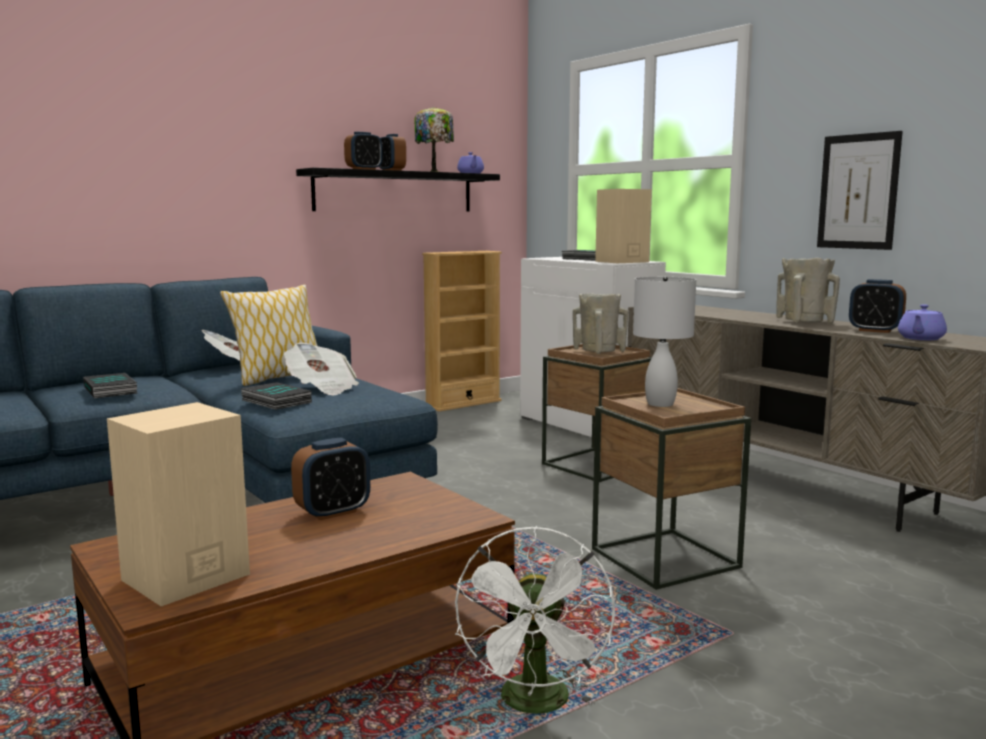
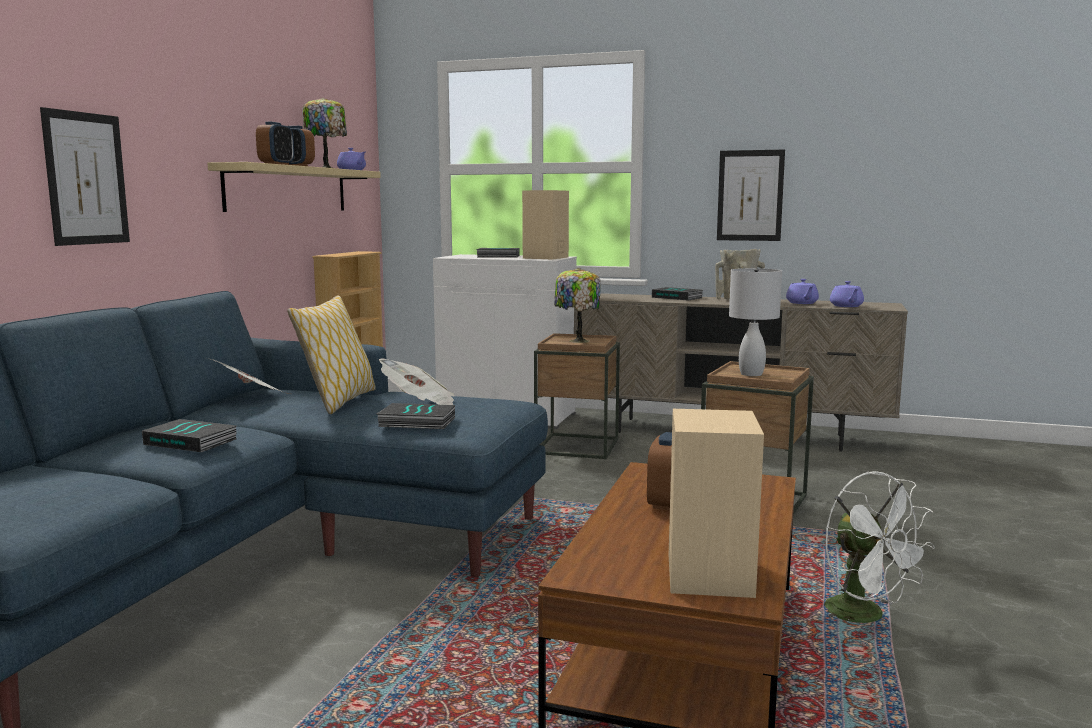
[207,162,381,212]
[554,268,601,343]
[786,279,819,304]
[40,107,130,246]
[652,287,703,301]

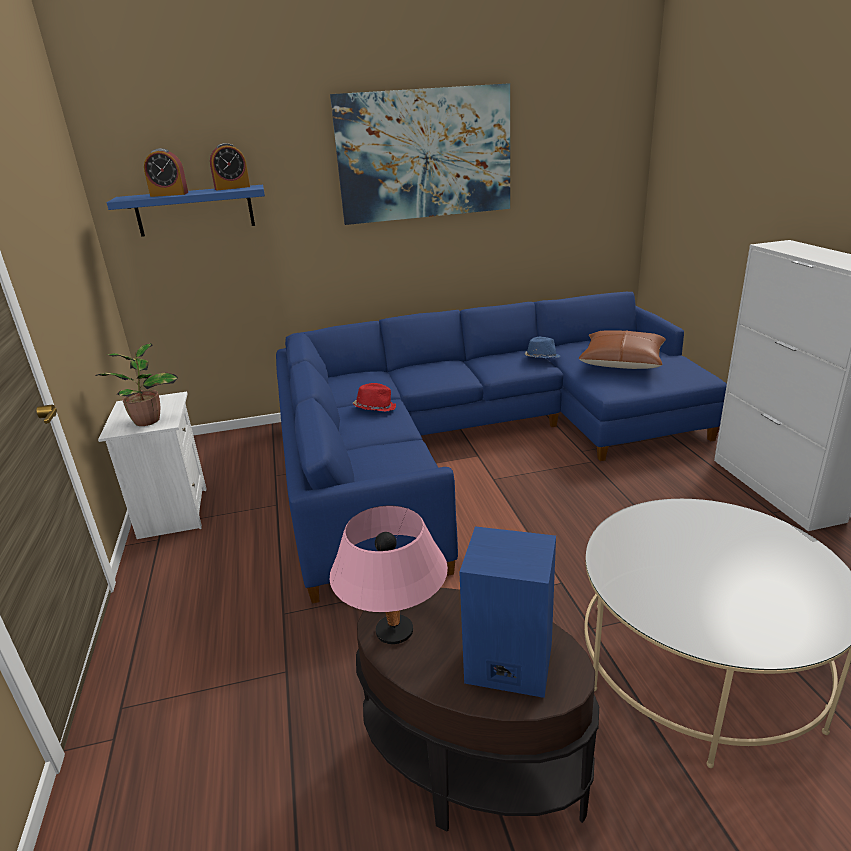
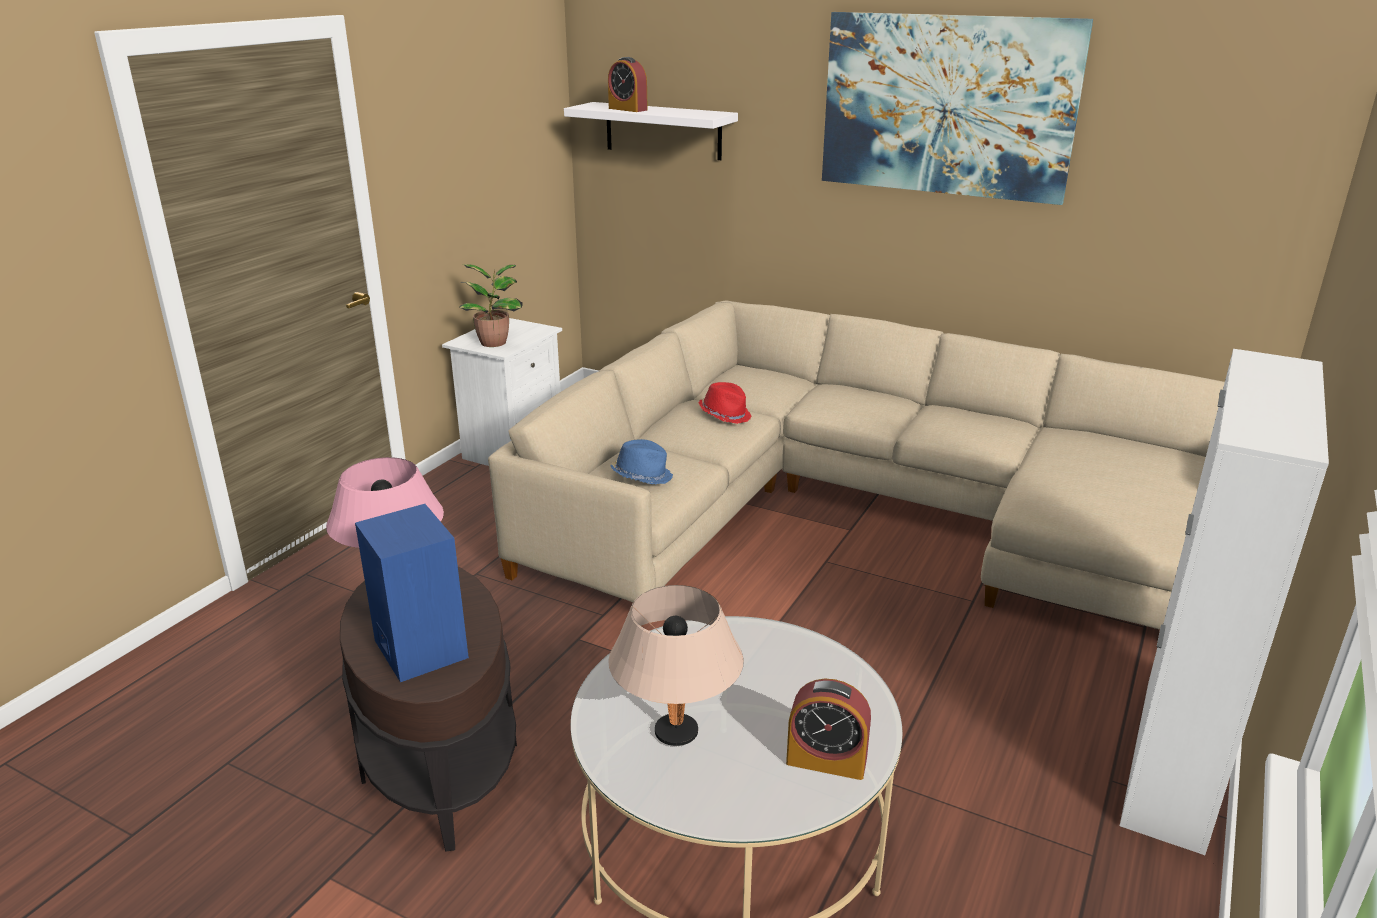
[564,102,738,160]
[786,679,871,780]
[488,301,1225,630]
[611,439,674,485]
[578,331,666,369] (first image)
[609,585,744,746]

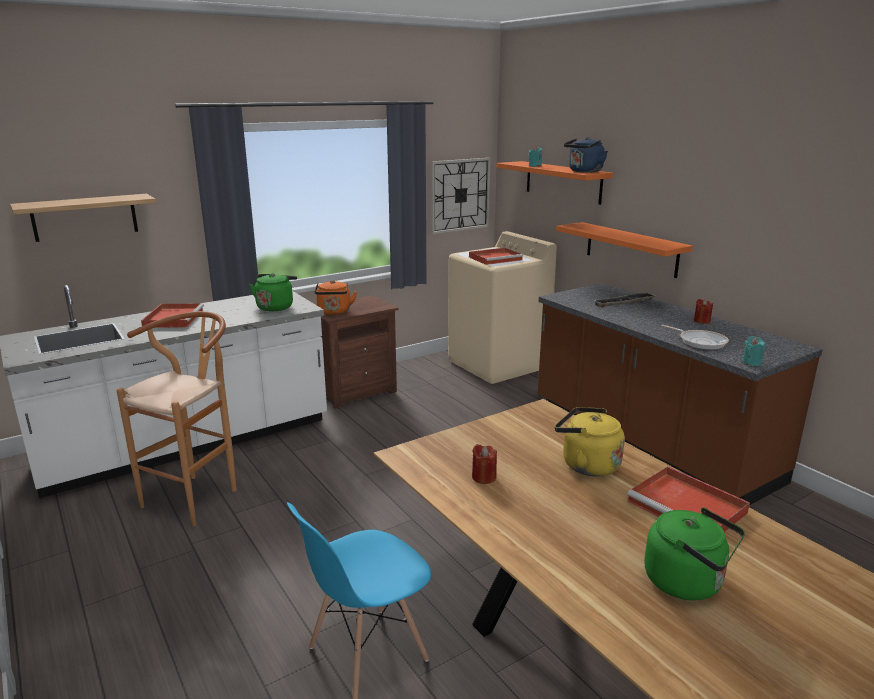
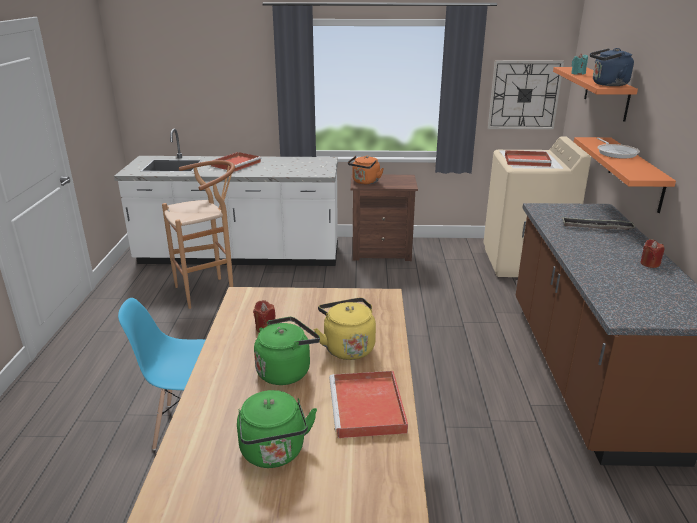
[10,194,156,242] (first image)
[254,317,320,385]
[596,138,640,159]
[742,336,765,366] (first image)

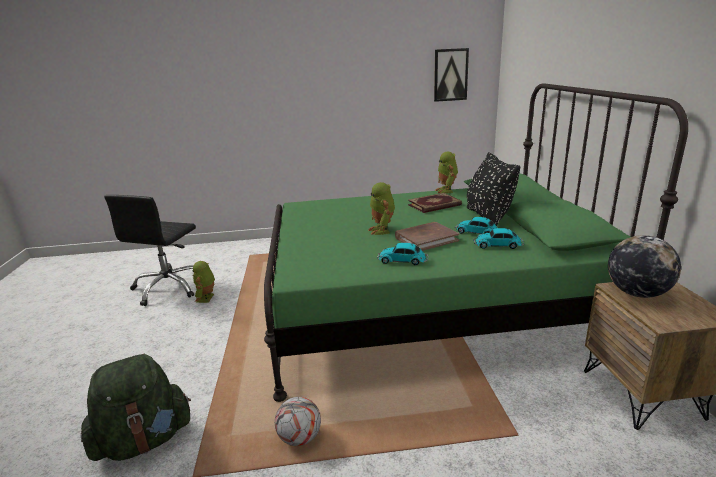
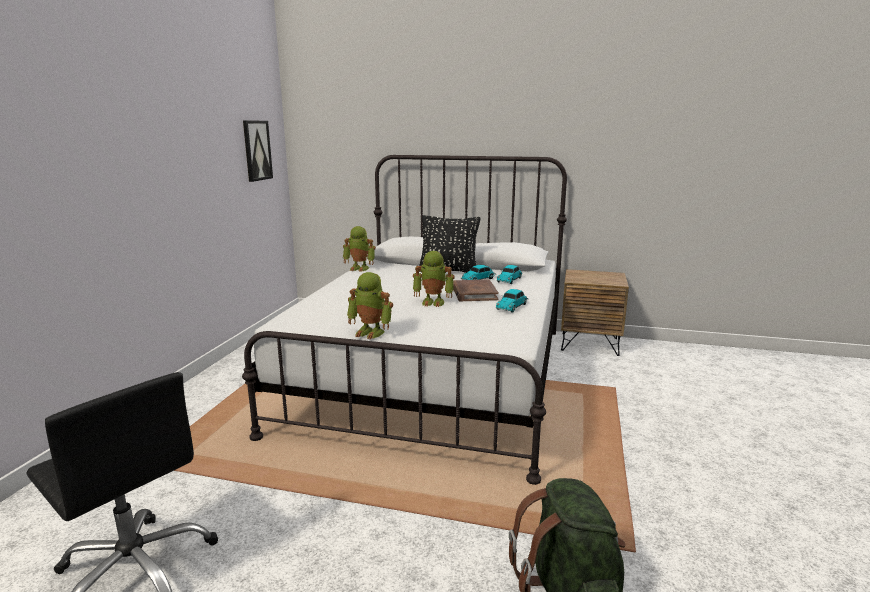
[347,272,393,339]
[242,155,567,485]
[275,397,321,446] (first image)
[408,193,462,213] (first image)
[608,235,681,298] (first image)

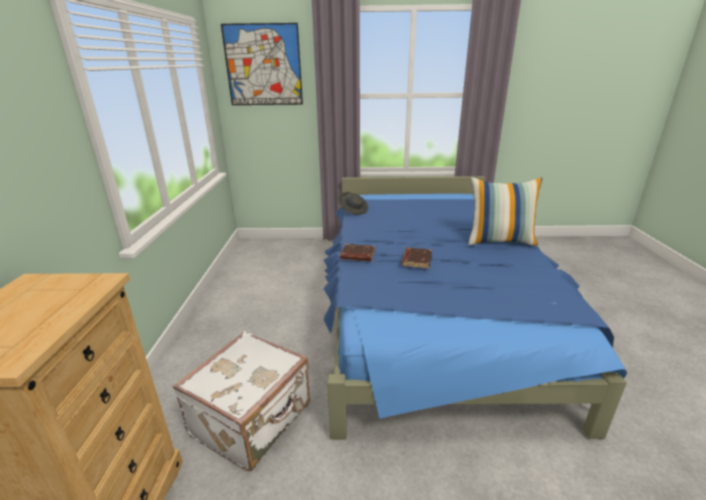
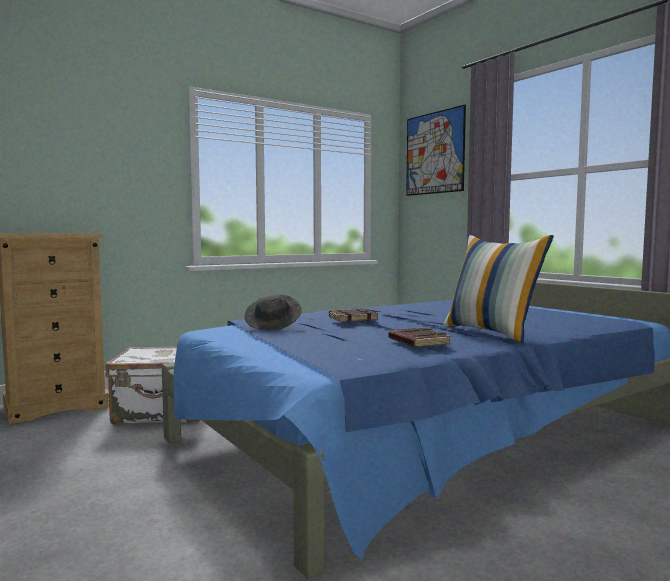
[244,294,302,330]
[388,327,451,348]

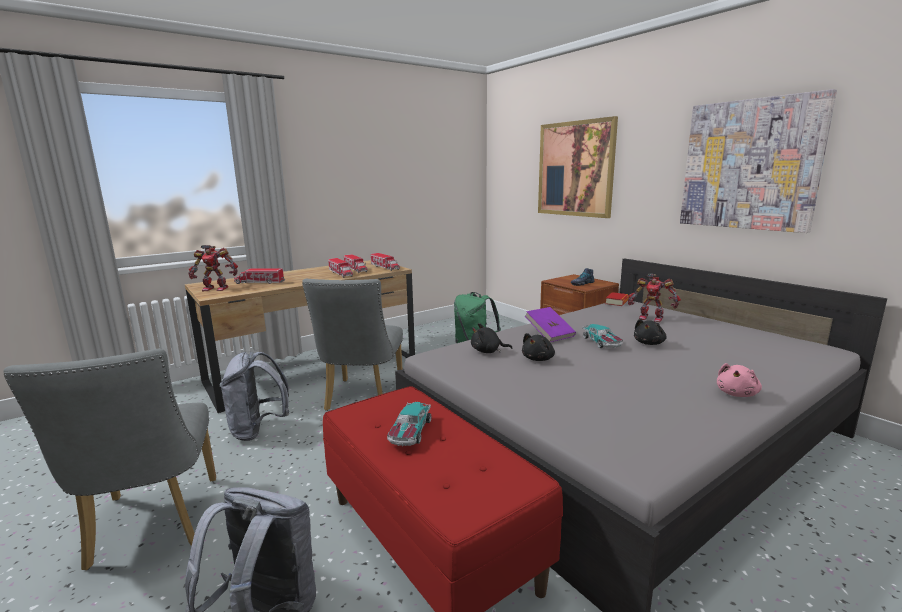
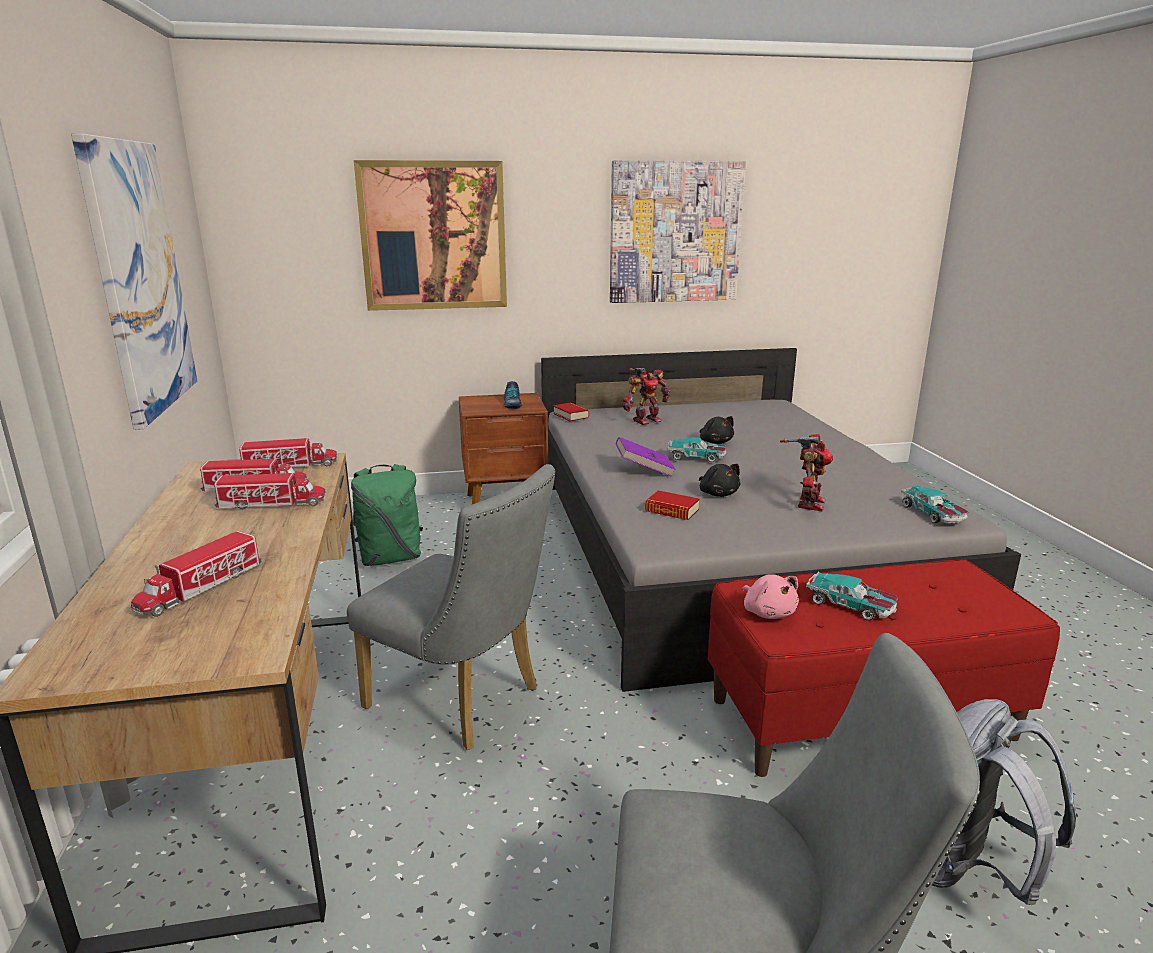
[780,434,833,511]
[220,352,289,441] (first image)
[645,490,699,520]
[742,574,799,619]
[71,133,197,430]
[901,486,969,524]

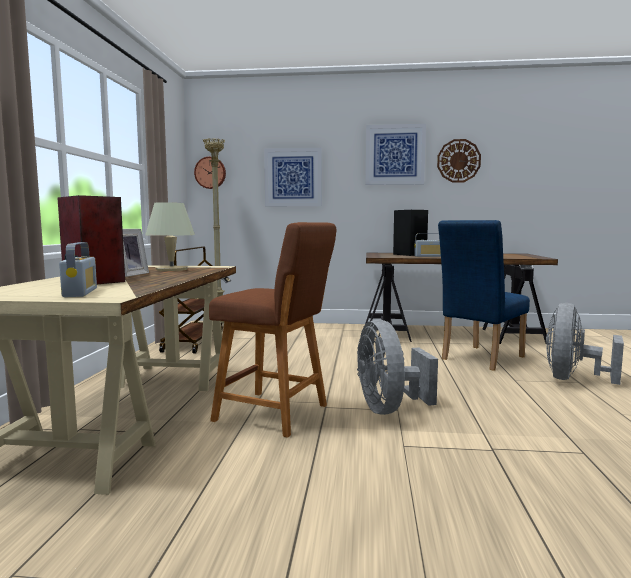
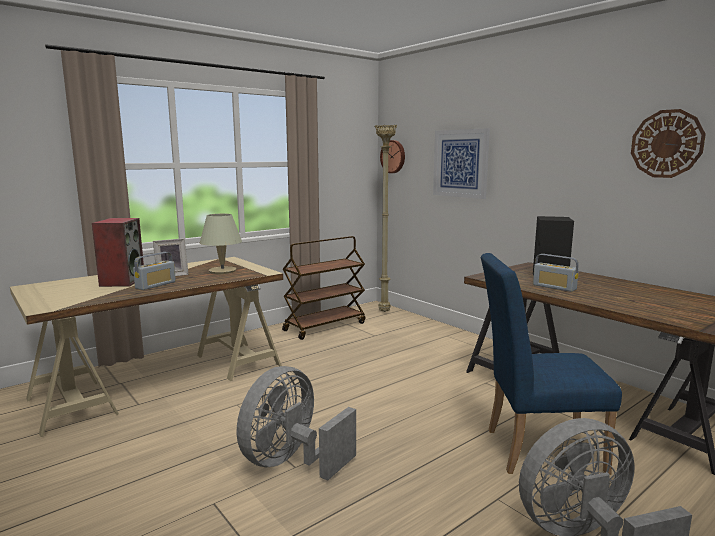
[133,252,176,290]
[209,222,336,438] (first image)
[366,124,426,185] (first image)

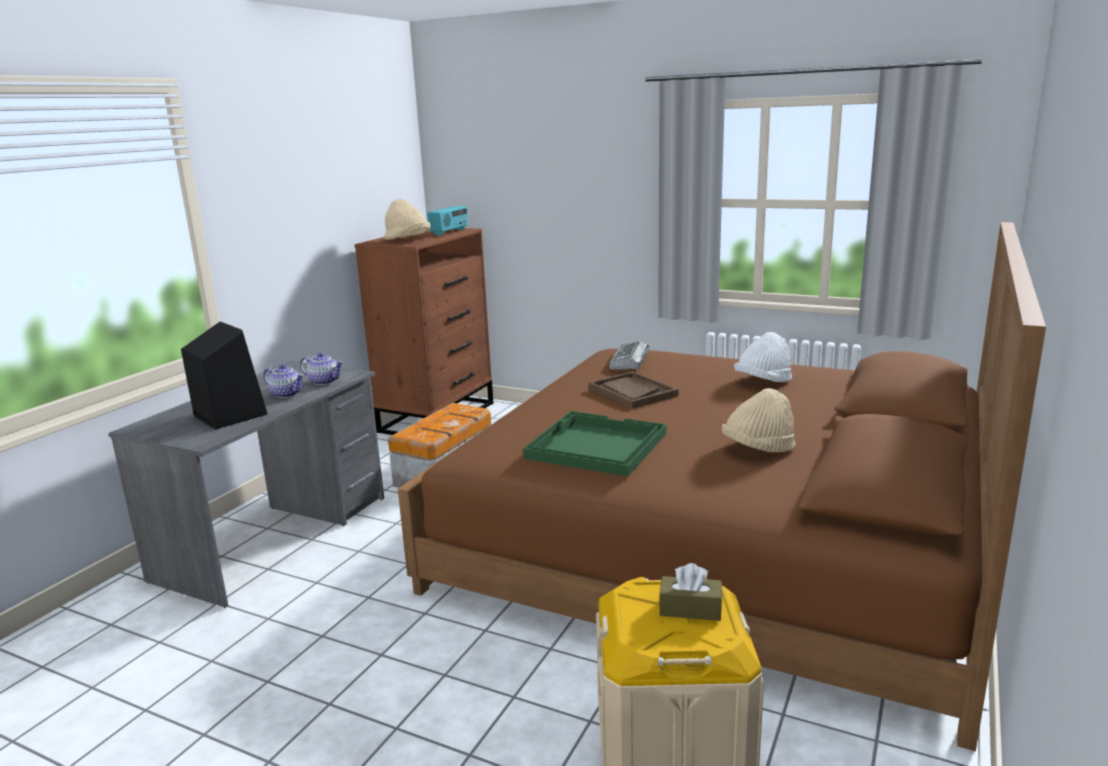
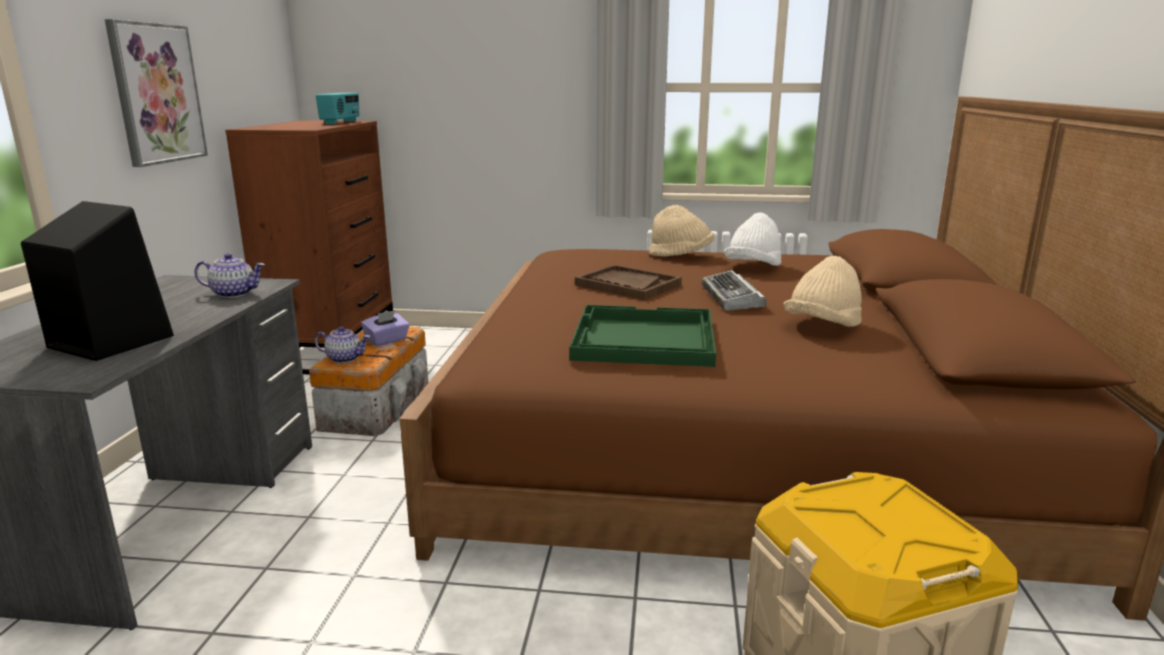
[314,326,370,363]
[649,205,714,257]
[702,270,767,311]
[659,563,722,621] (first image)
[105,19,208,167]
[361,310,410,346]

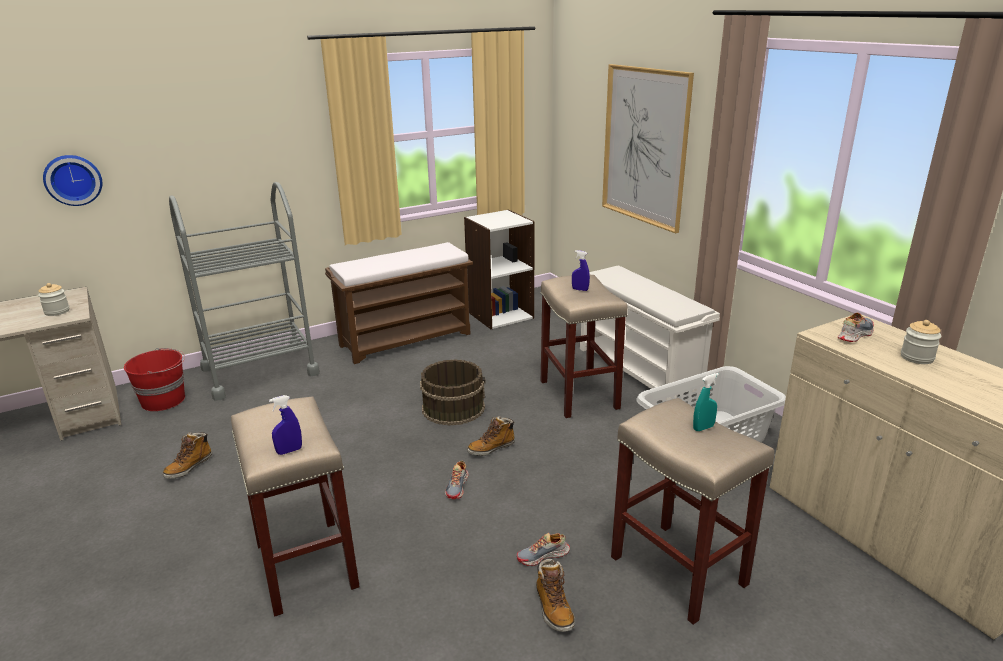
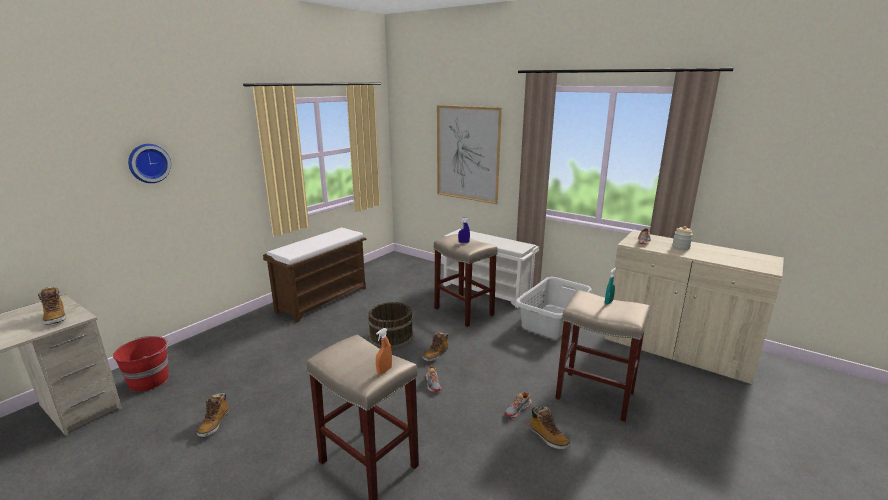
[38,287,67,325]
[128,144,171,183]
[169,182,320,401] (first image)
[376,328,392,375]
[464,209,535,329] (first image)

